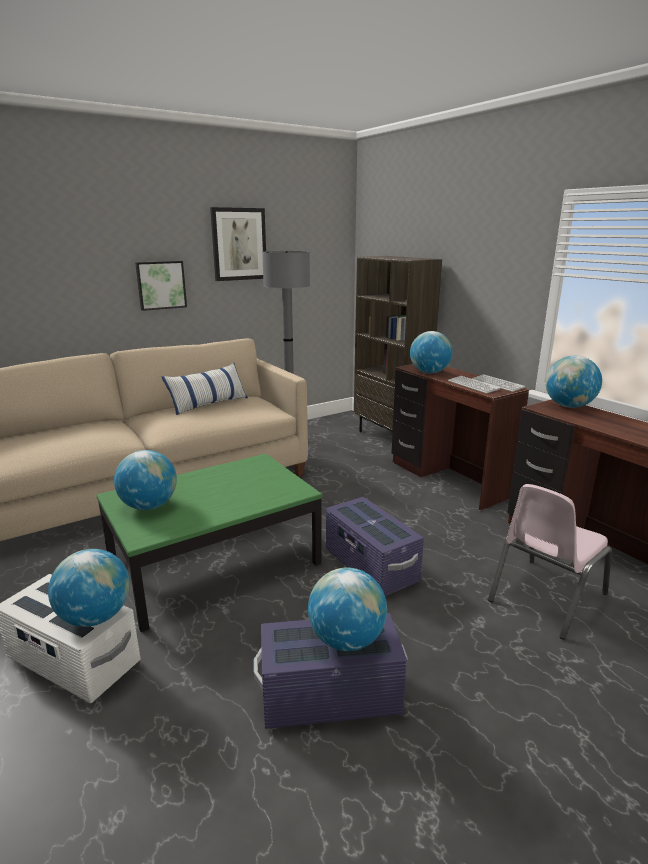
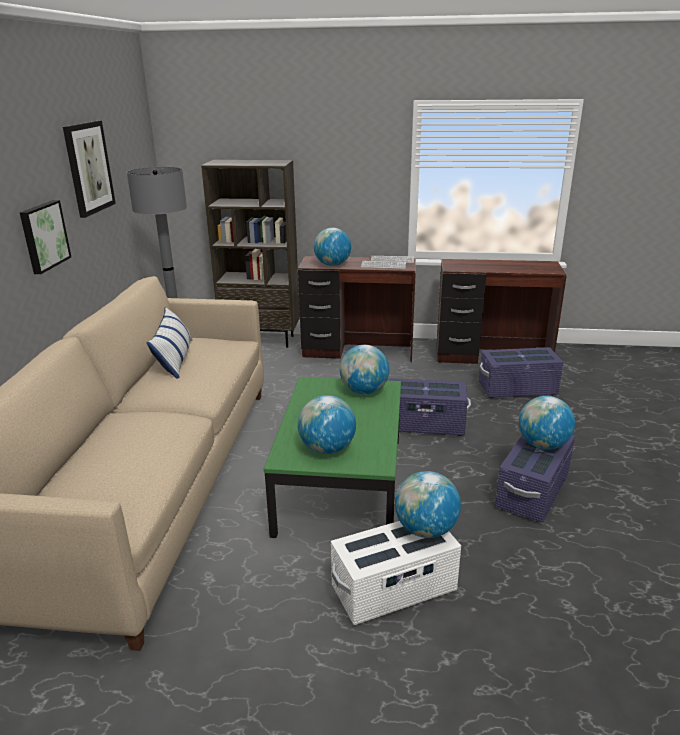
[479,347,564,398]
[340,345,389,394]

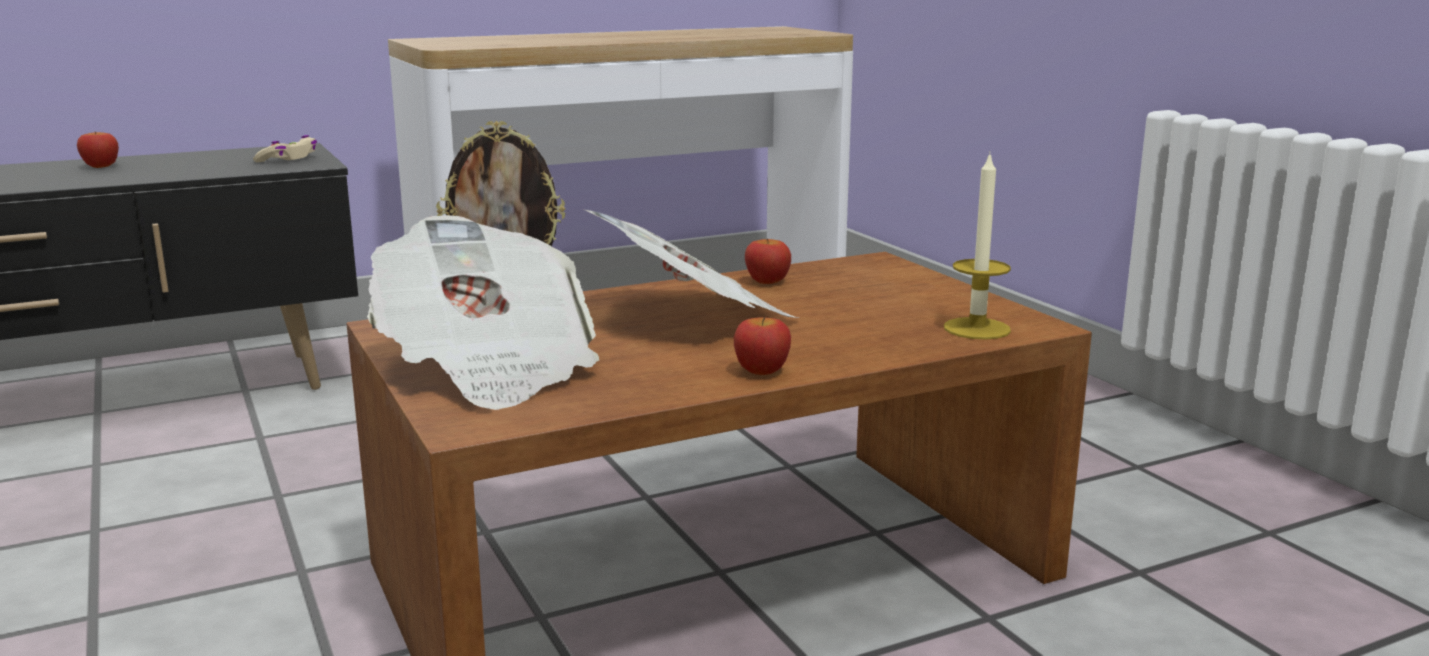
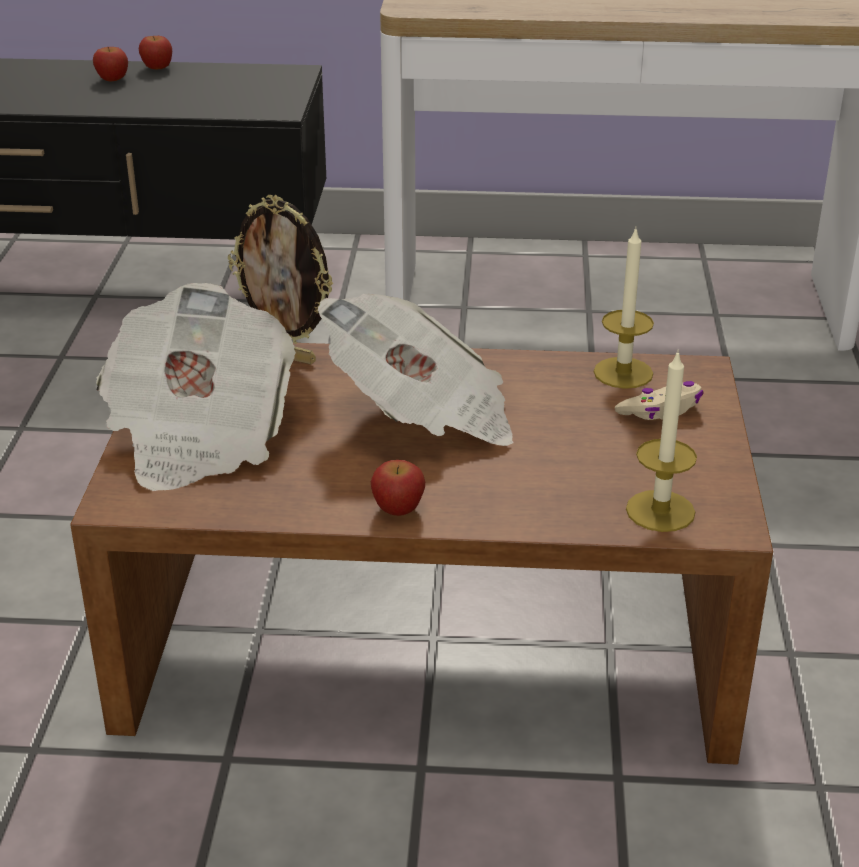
[615,381,703,420]
[139,36,172,70]
[594,228,654,389]

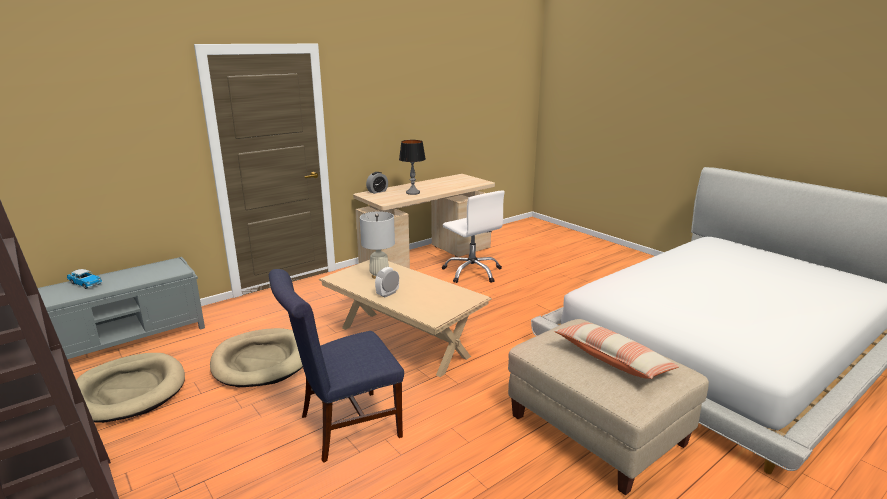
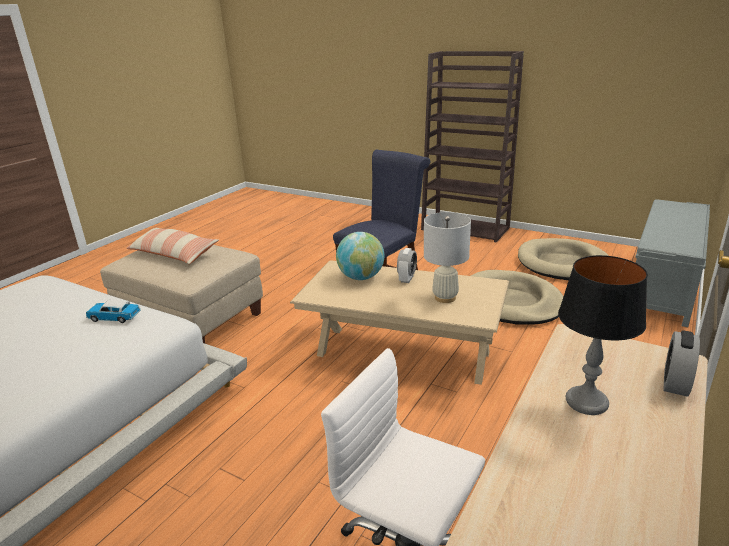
[86,300,141,323]
[336,232,384,280]

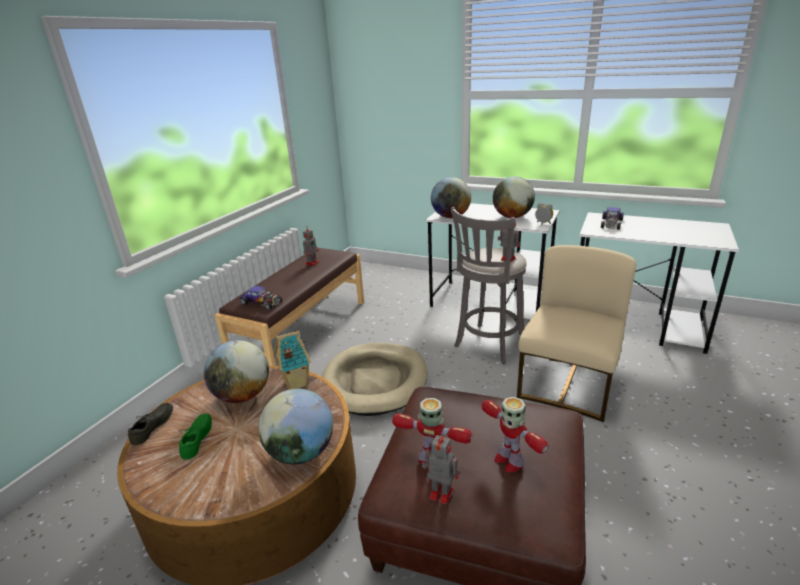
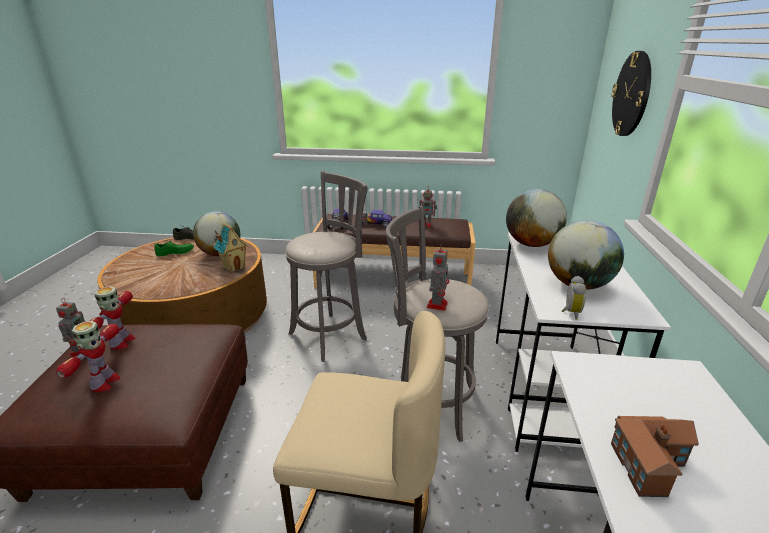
[258,388,333,465] (first image)
[285,171,368,362]
[56,321,120,392]
[362,210,392,228]
[611,51,651,136]
[611,416,699,497]

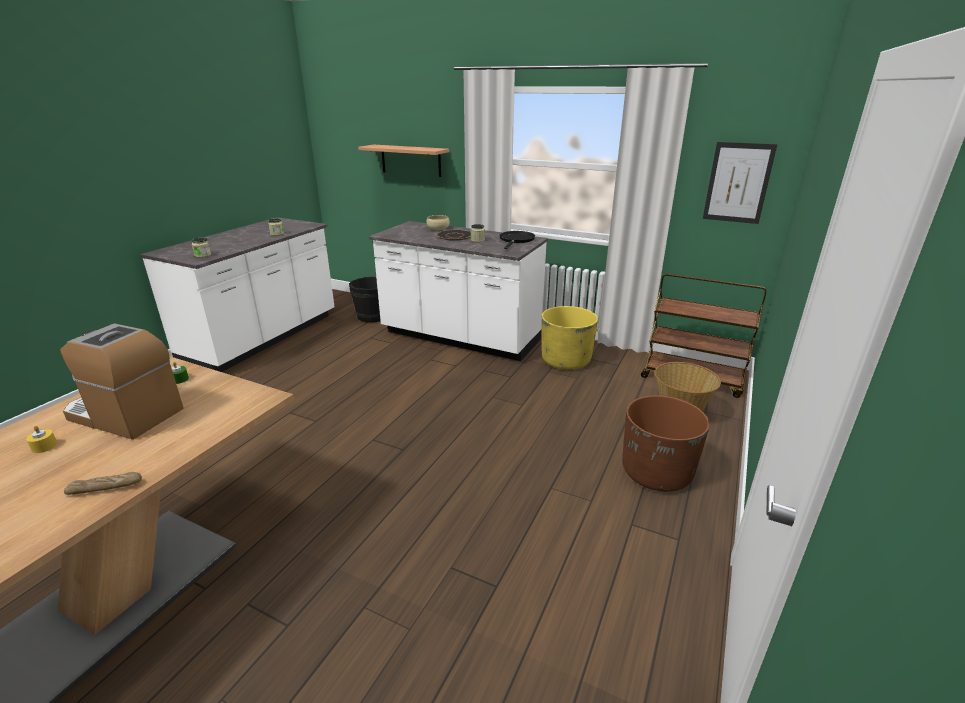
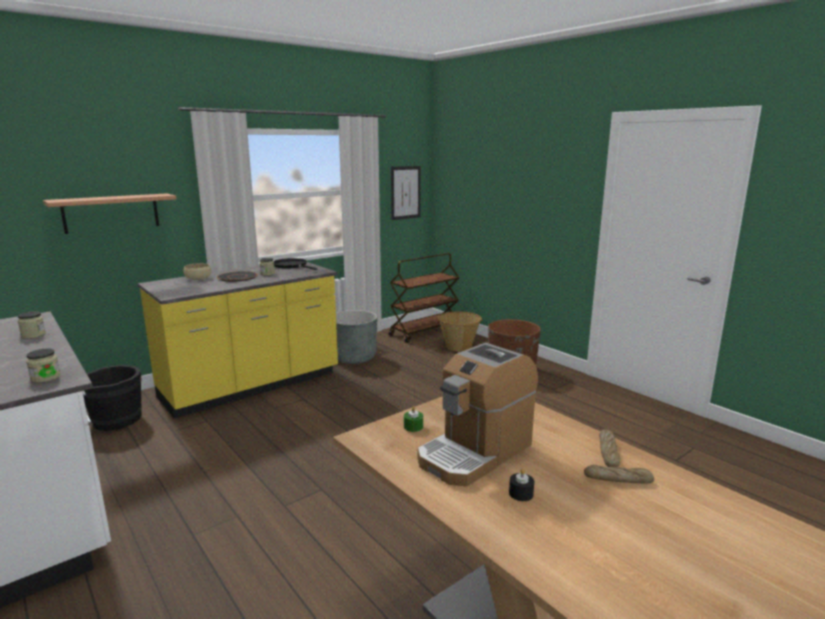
[509,468,534,501]
[138,262,338,419]
[336,310,377,364]
[584,465,654,484]

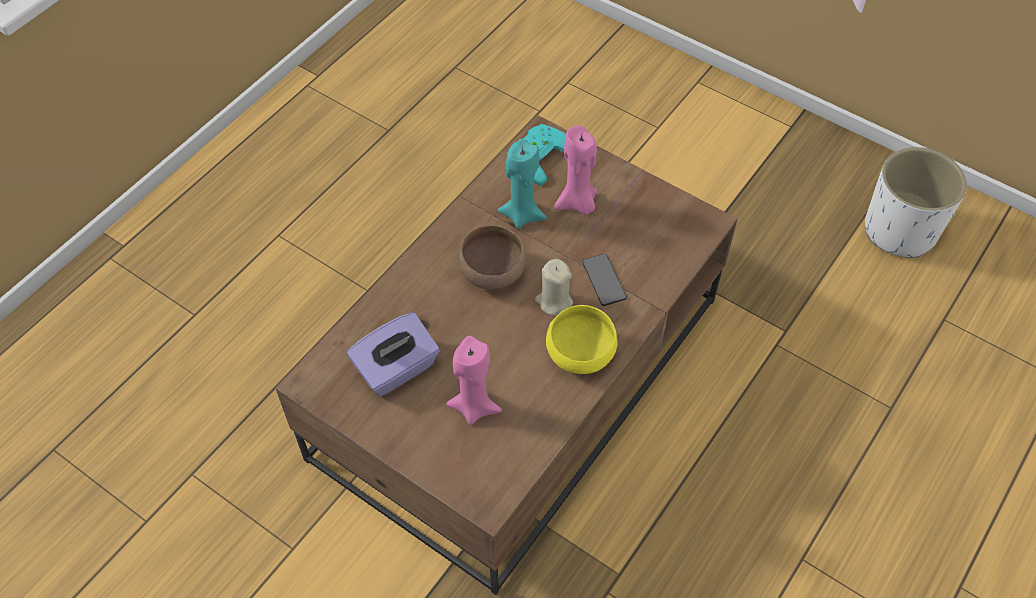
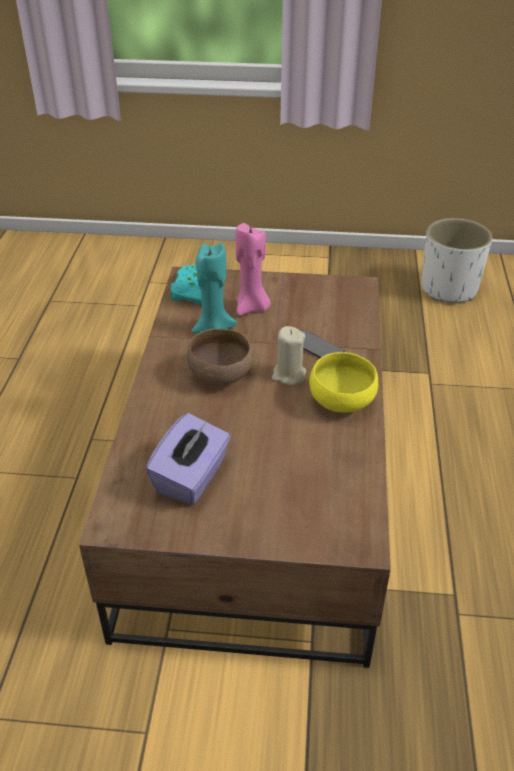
[446,336,502,425] (first image)

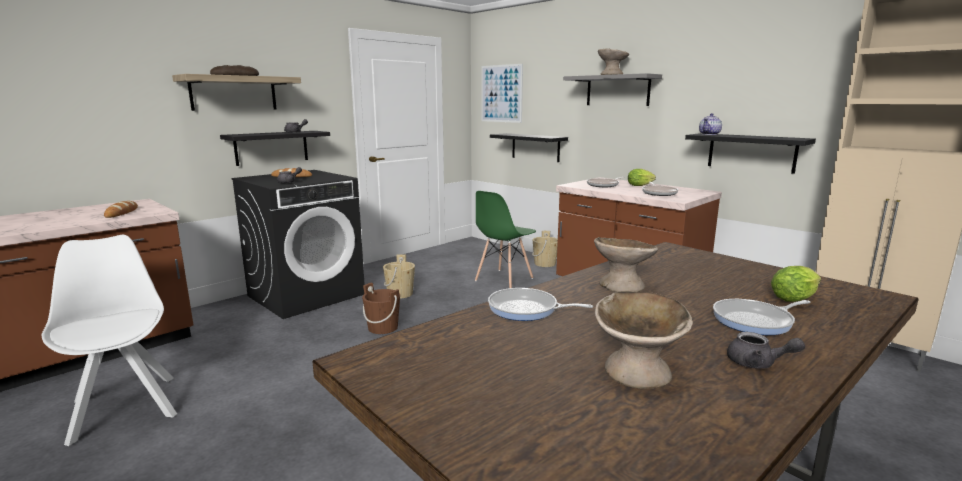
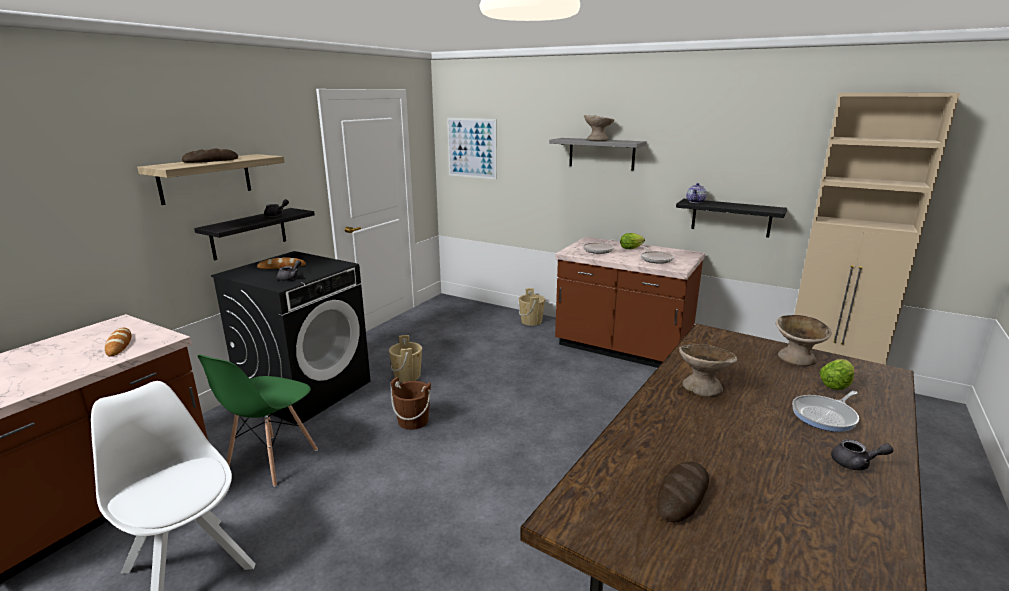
[197,355,318,487]
[488,288,593,321] (first image)
[490,133,568,162] (first image)
[776,315,831,366]
[656,462,709,523]

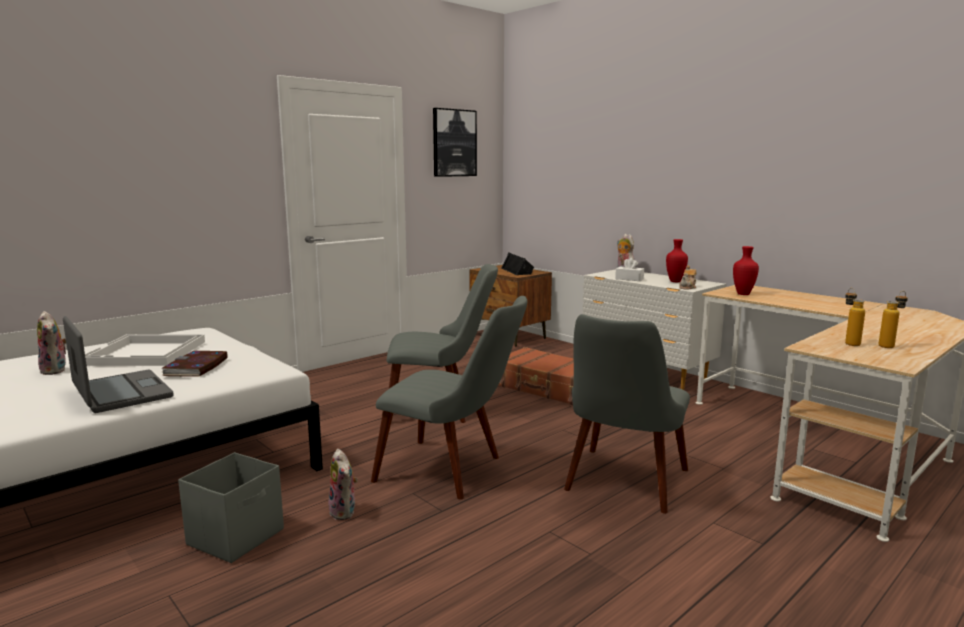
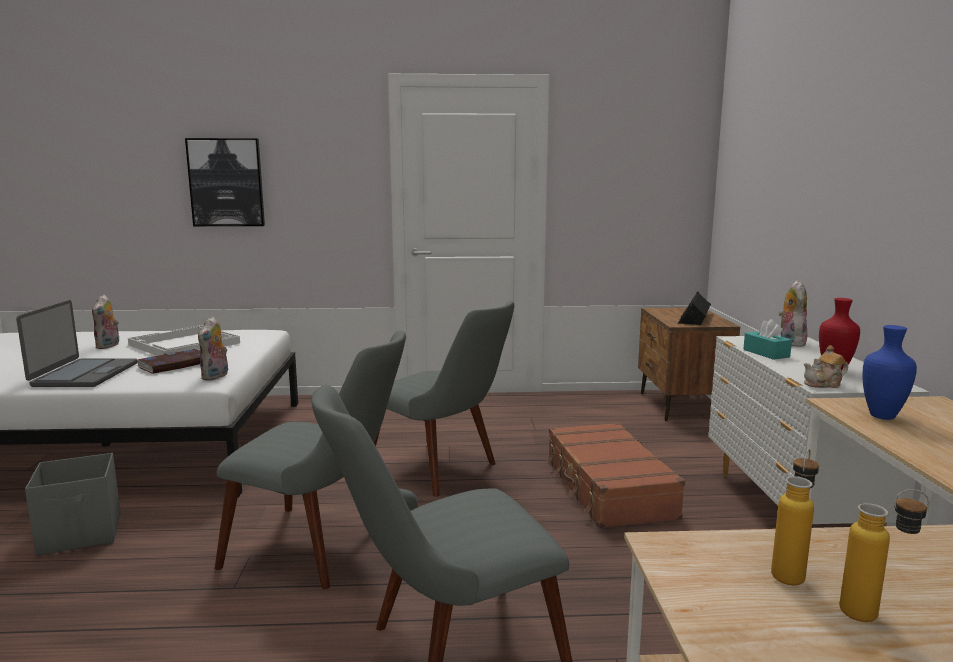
[198,317,228,381]
[215,331,406,589]
[185,138,265,226]
[743,319,792,360]
[863,325,917,420]

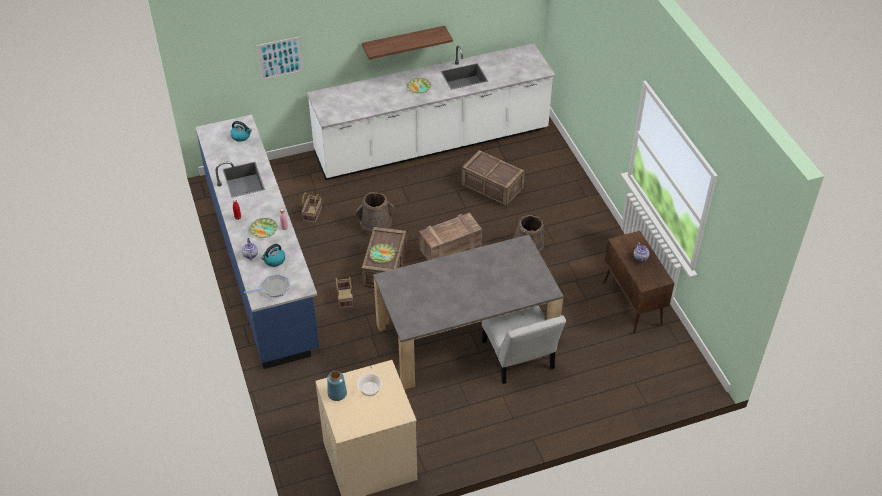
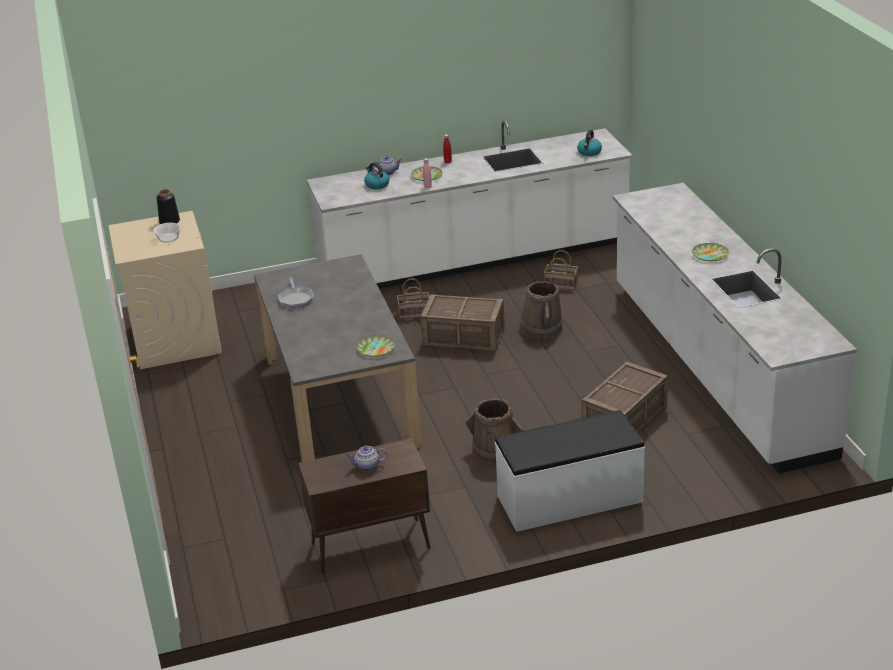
[307,121,632,289]
[278,277,314,308]
[257,37,303,80] (first image)
[156,189,180,224]
[362,26,453,59] (first image)
[357,335,395,357]
[419,213,482,261] (first image)
[482,306,566,384] (first image)
[495,410,645,532]

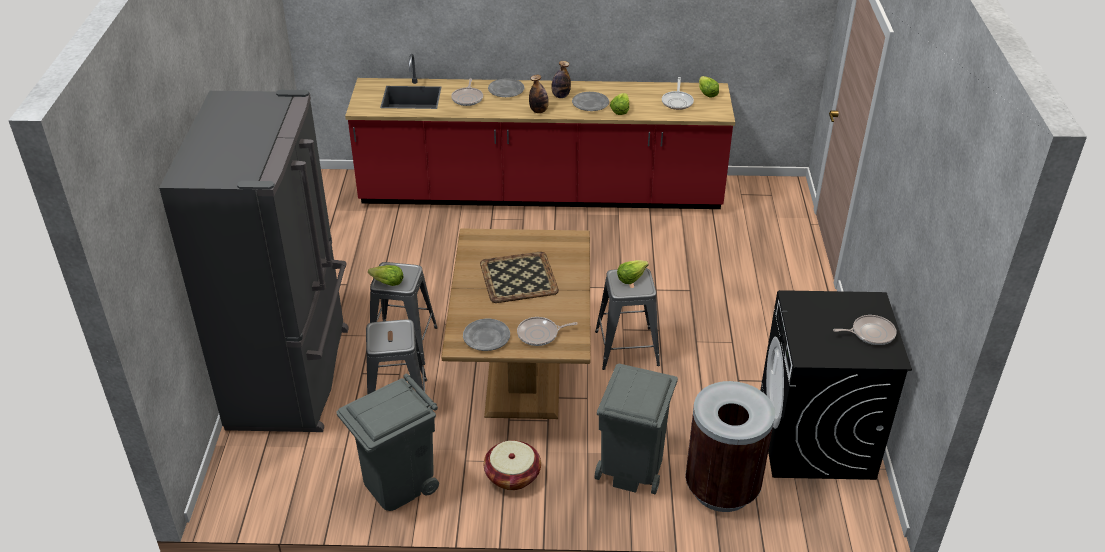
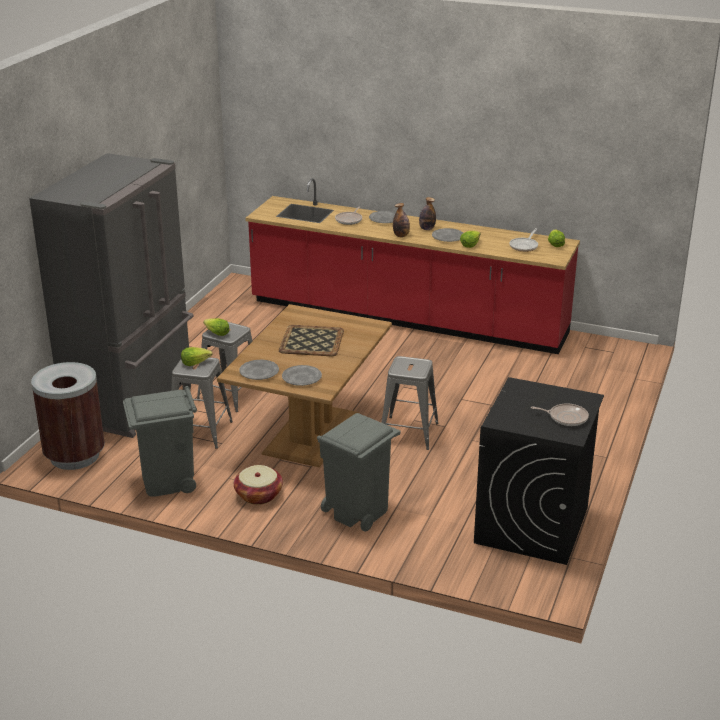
[282,365,322,386]
[181,347,213,366]
[31,362,105,470]

